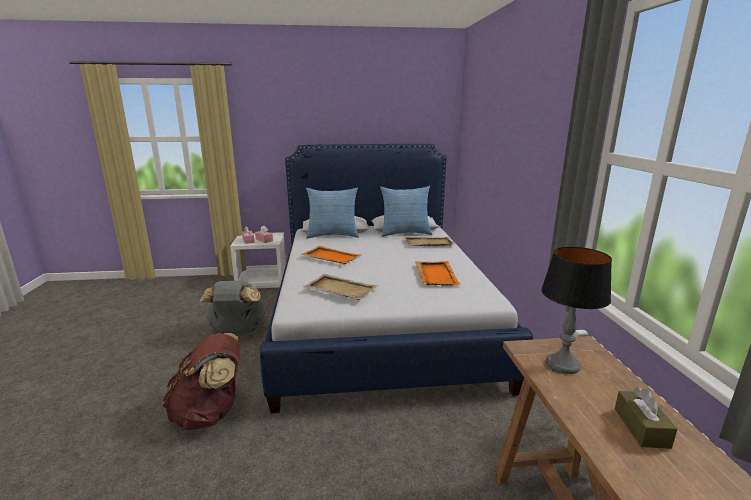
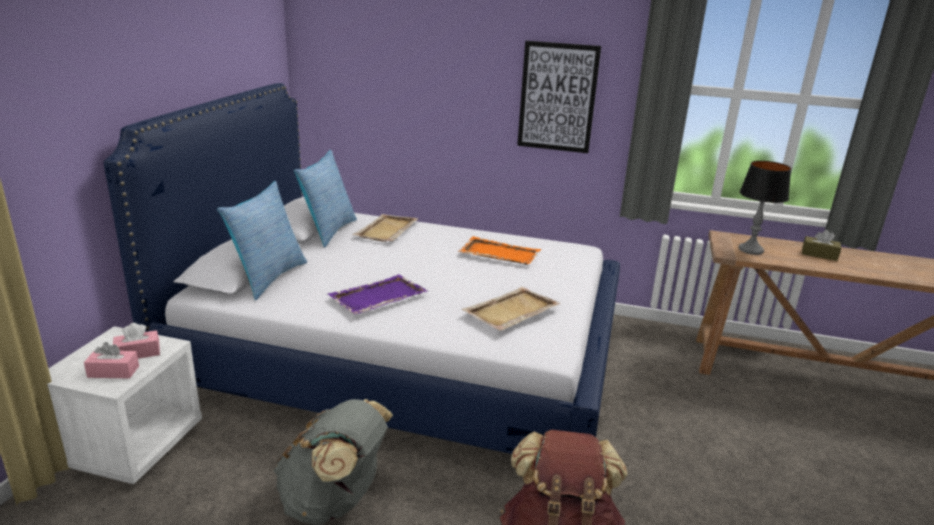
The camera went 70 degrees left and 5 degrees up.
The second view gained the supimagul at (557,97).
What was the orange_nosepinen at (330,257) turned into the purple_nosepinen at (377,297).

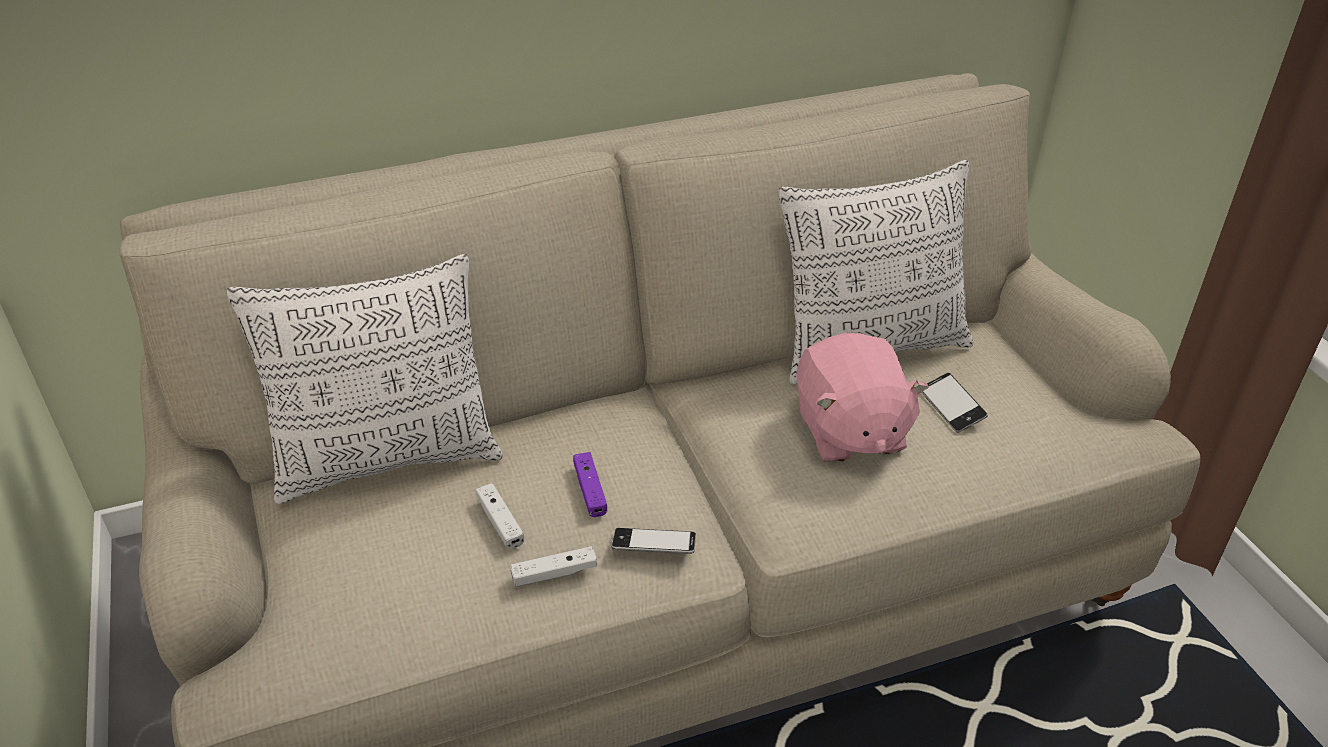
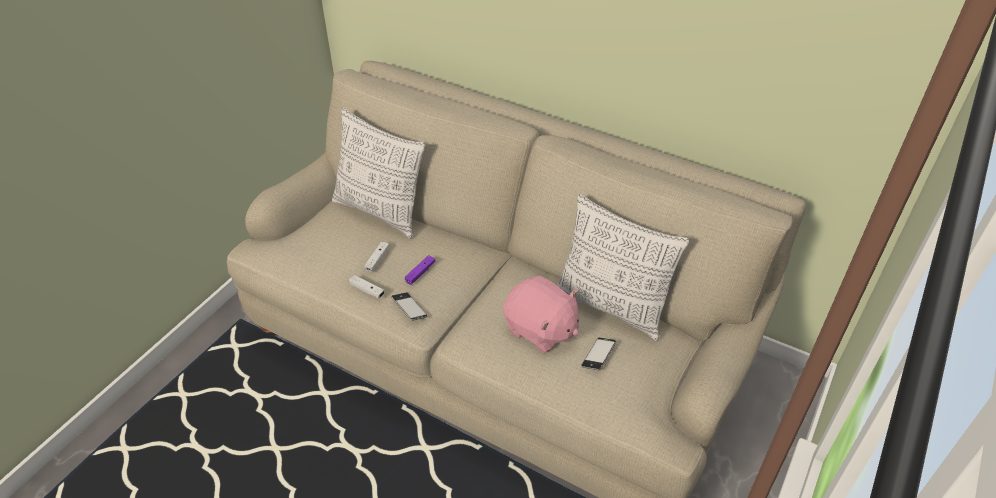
The camera went 50 degrees right and 5 degrees up.
The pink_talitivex at (849,431) ended up facing another way, 90 degrees counterclockwise from before.

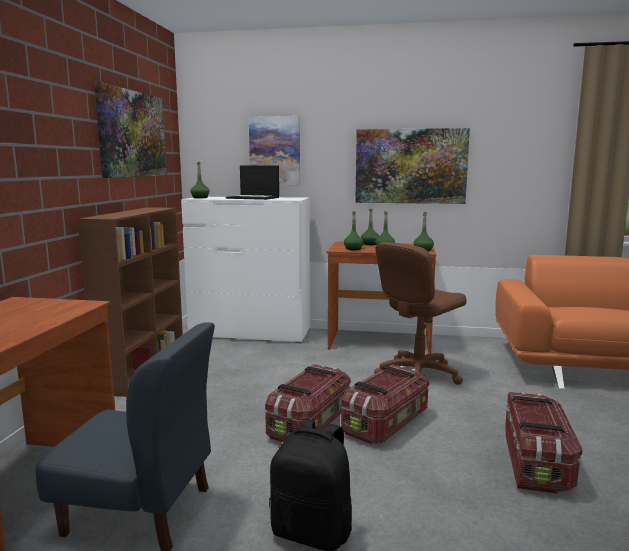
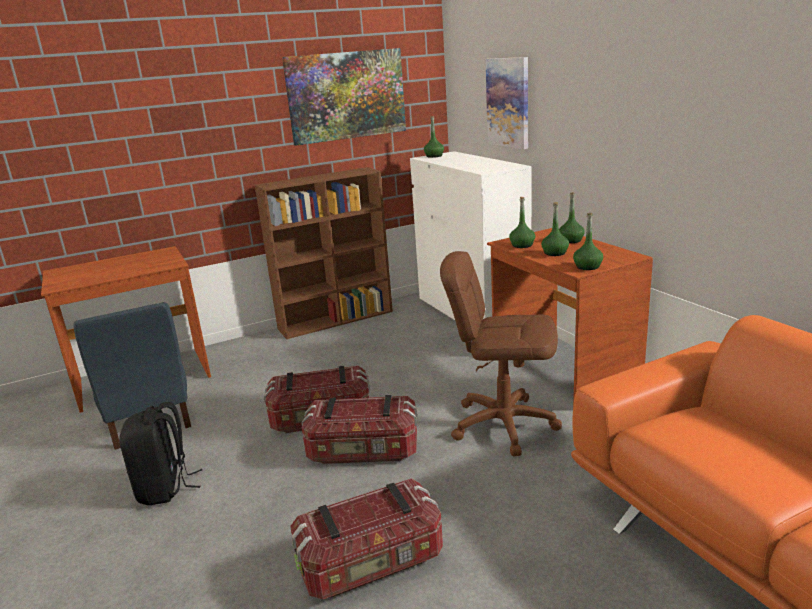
The camera went 55 degrees right and 10 degrees up.
The second view lost the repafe at (253,198).
The second view lost the supimagul at (410,166).

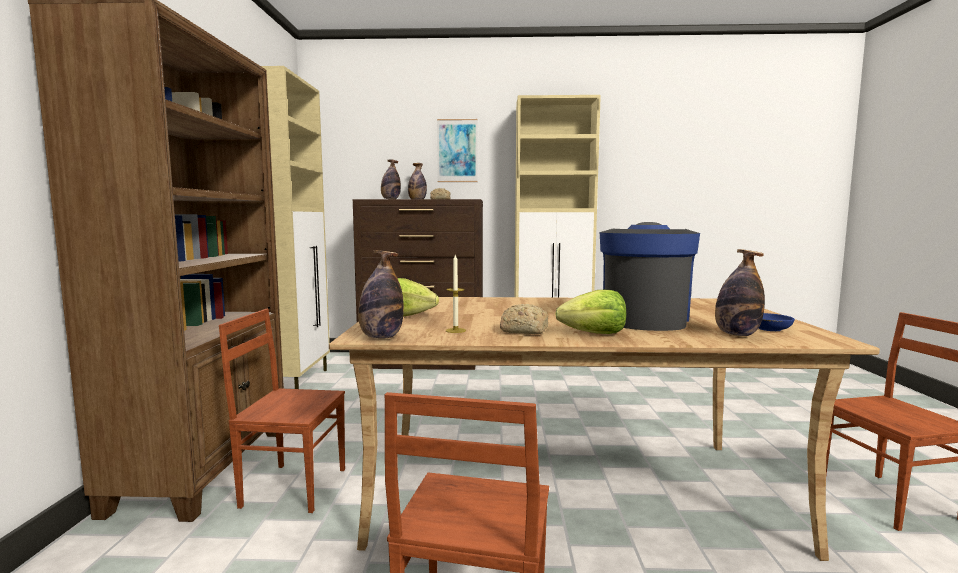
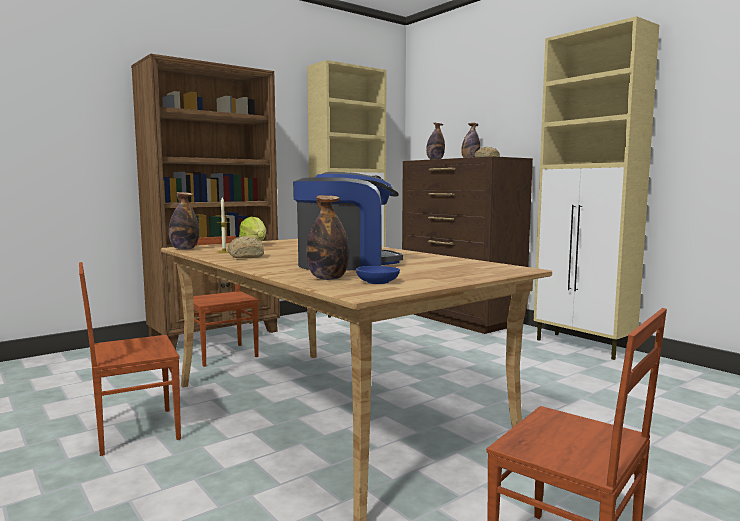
The camera went 50 degrees right and 0 degrees up.
The second view lost the supimagul at (457,151).
The second view lost the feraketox at (594,333).

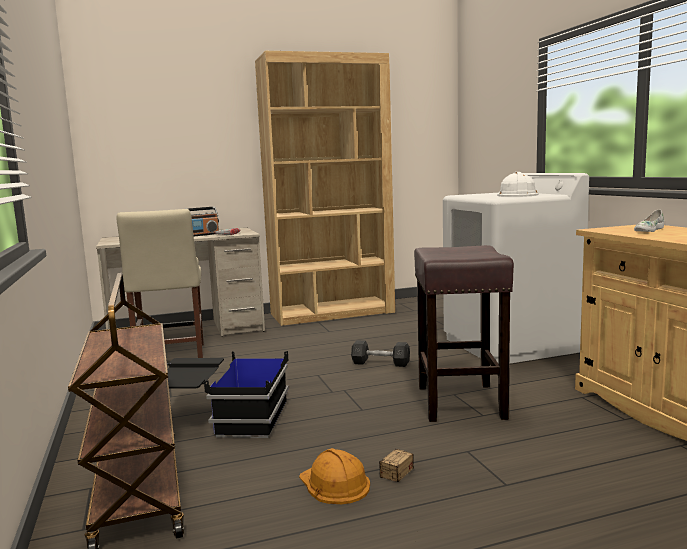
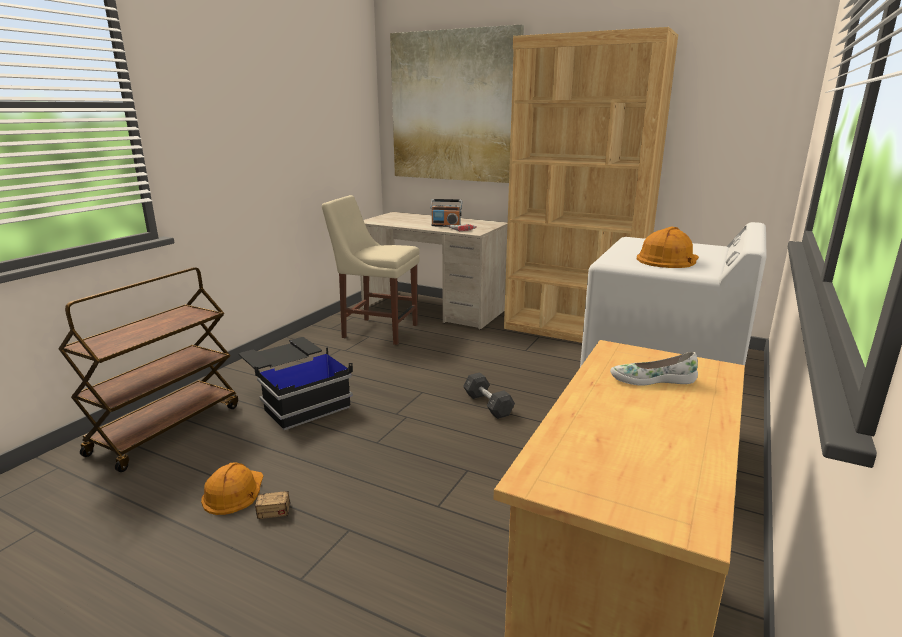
The camera went 45 degrees right and 10 degrees up.
The second view lost the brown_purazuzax at (461,403).
The second view gained the supimagul at (454,107).
What was the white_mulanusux at (515,195) turned into the orange_mulanusux at (668,259).
The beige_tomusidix at (170,358) ended up facing another way, 75 degrees clockwise from before.

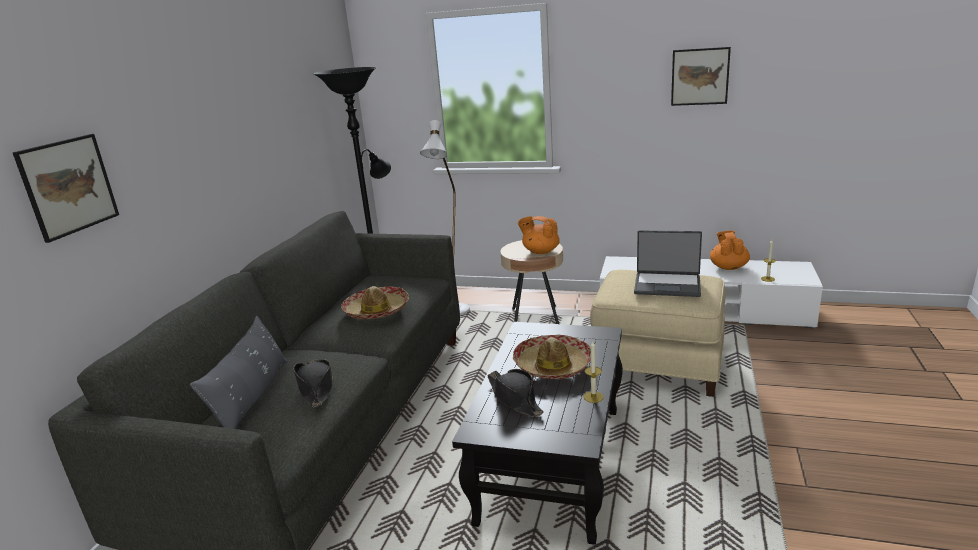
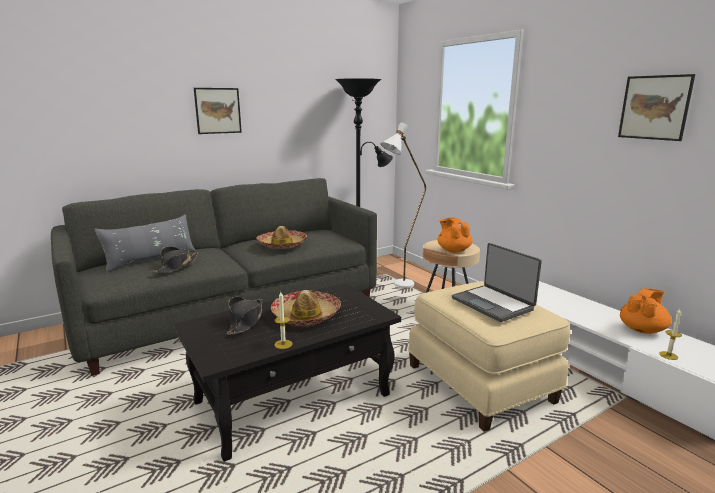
The camera went 40 degrees right and 5 degrees down.
The supimagul ended up elsewhere, having gone from (68,186) to (218,110).

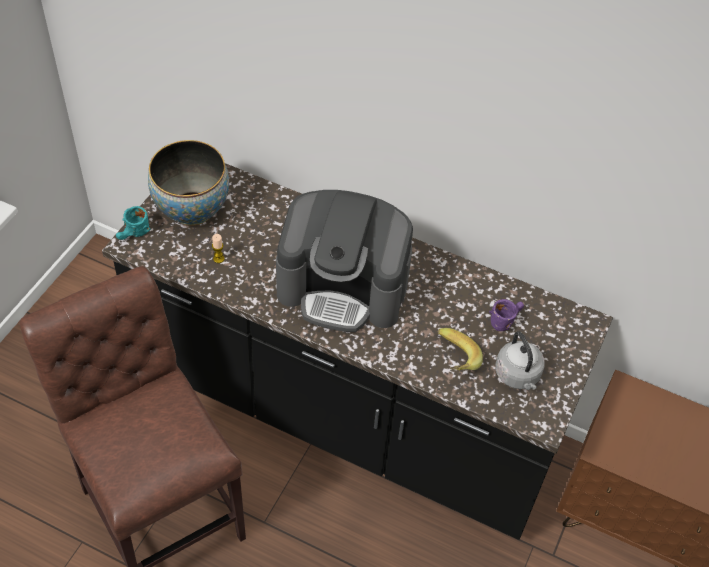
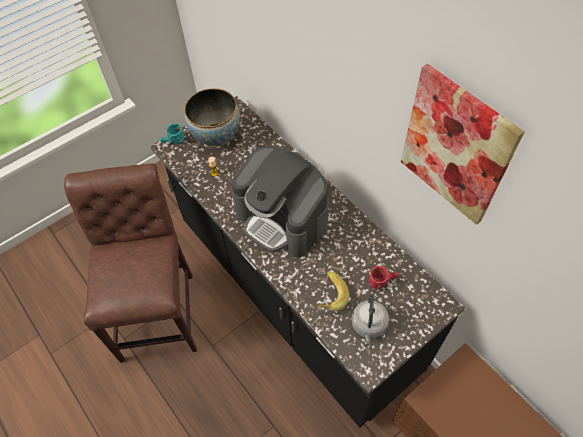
The camera went 30 degrees right and 5 degrees up.
The second view gained the supimagul at (456,147).
What was the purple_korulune at (505,319) turned into the red_korulune at (381,280).

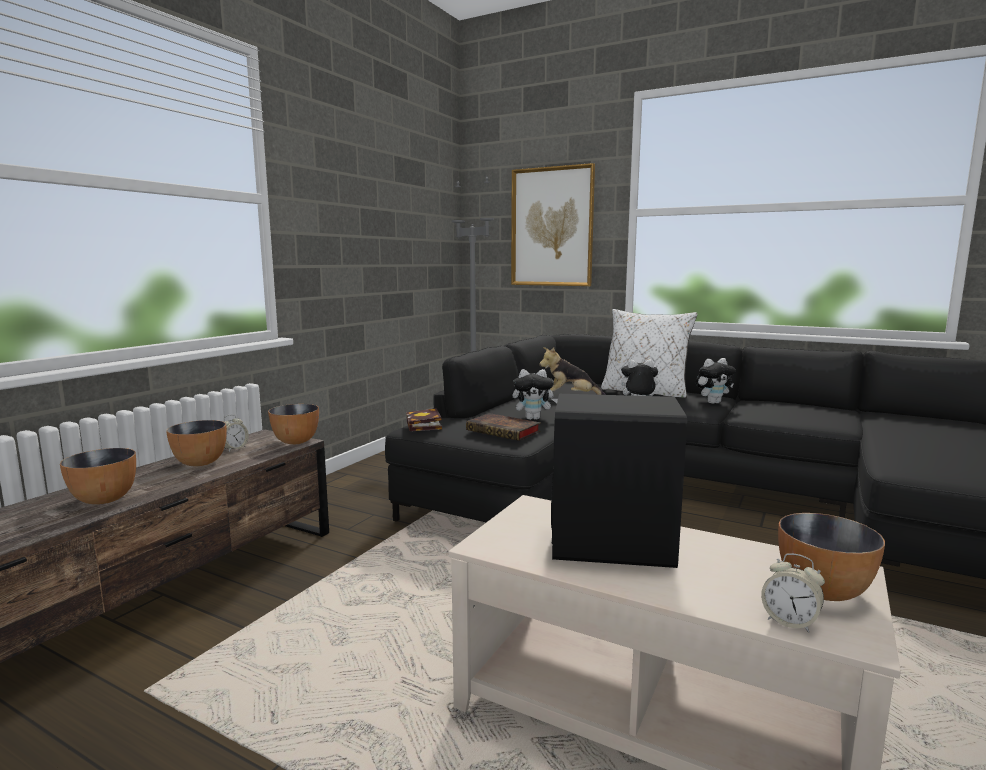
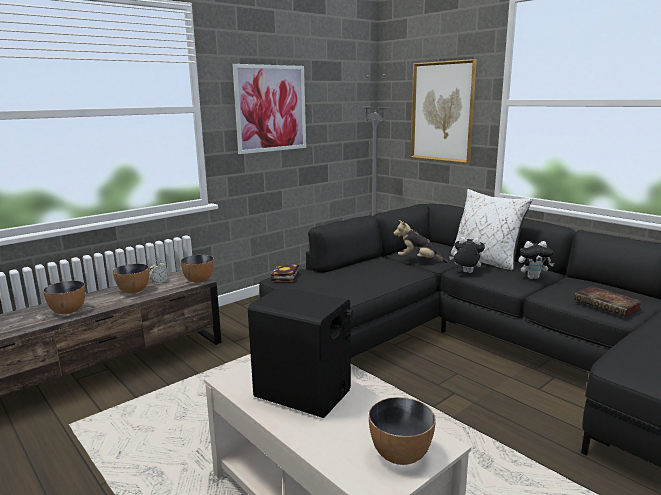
The camera went 20 degrees right and 5 degrees up.
The second view lost the talitivex at (533,418).
The second view lost the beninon at (790,621).
The second view gained the supimagul at (271,108).
The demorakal ended up elsewhere, having gone from (505,431) to (609,304).

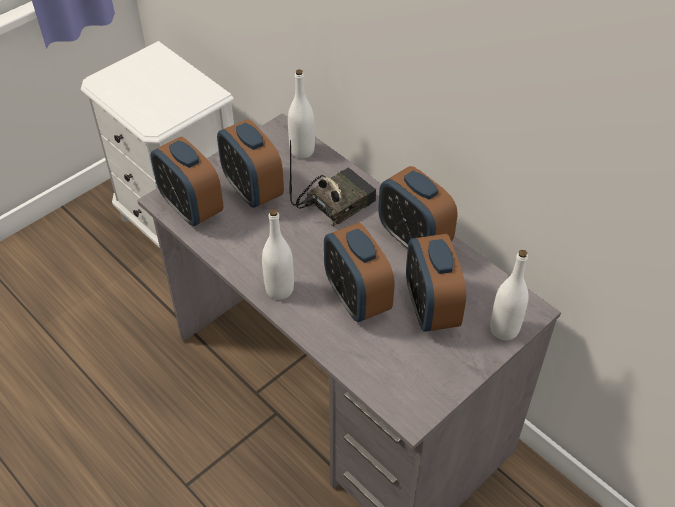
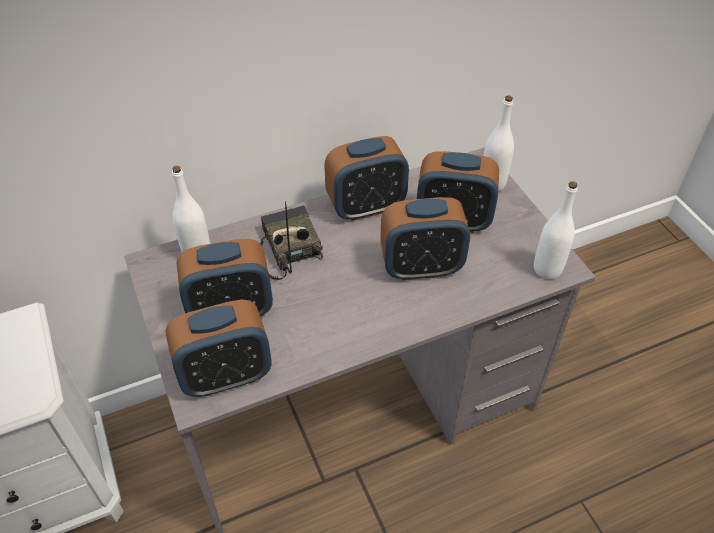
The camera went 70 degrees left and 0 degrees up.
The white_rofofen ended up elsewhere, having gone from (279,289) to (547,269).

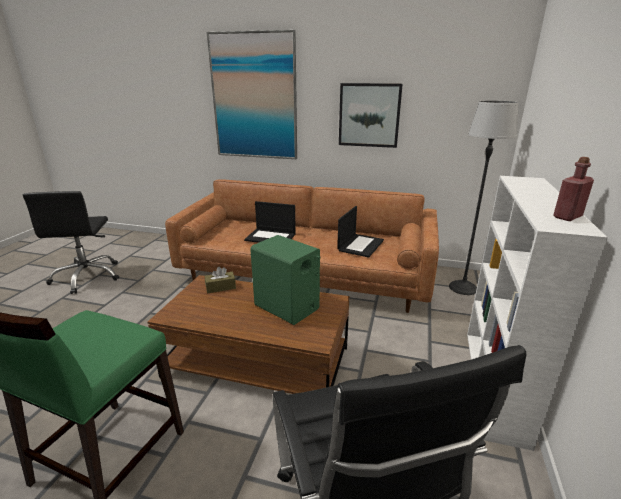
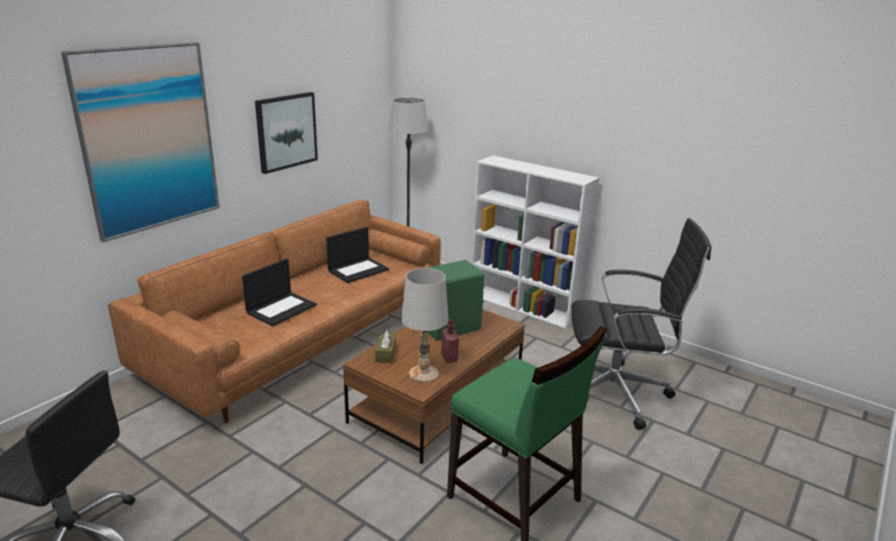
The camera went 70 degrees left and 0 degrees up.
The second view gained the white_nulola at (424,374).
The red_rofofen ended up elsewhere, having gone from (567,217) to (449,357).
The repafe at (360,245) ended up facing another way, 90 degrees clockwise from before.

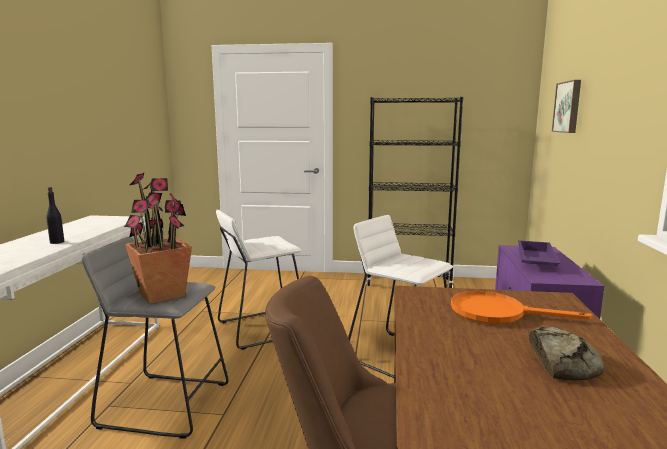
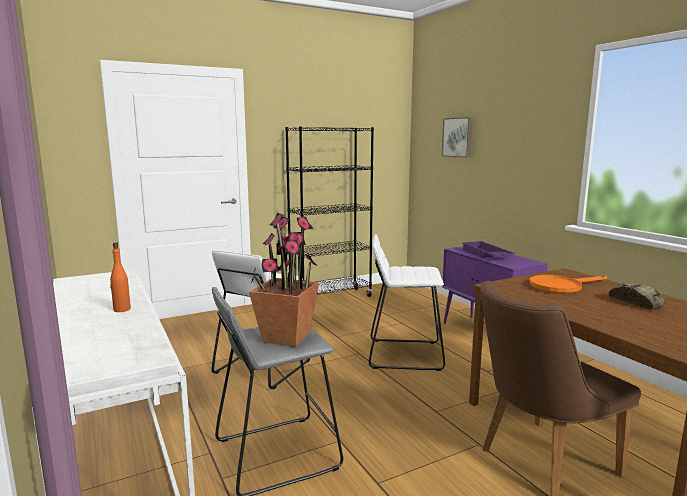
The camera went 35 degrees left and 0 degrees up.
What was the black_rofofen at (57,242) turned into the orange_rofofen at (122,309).

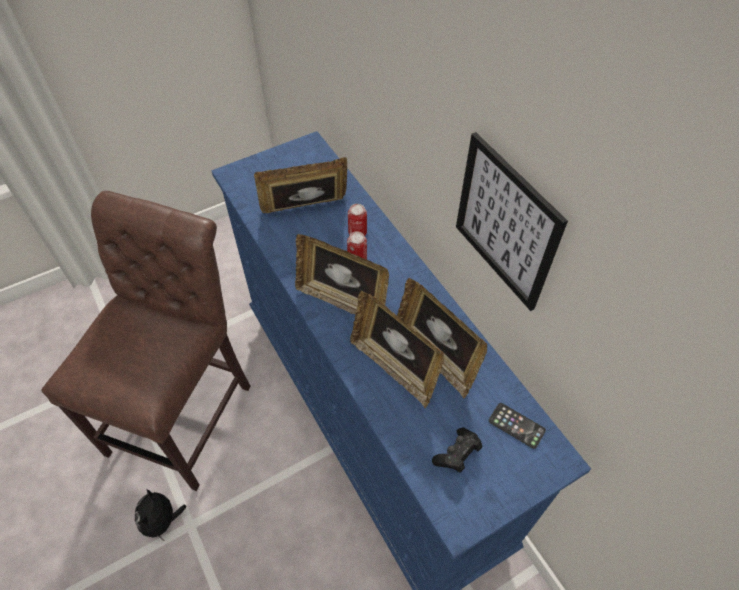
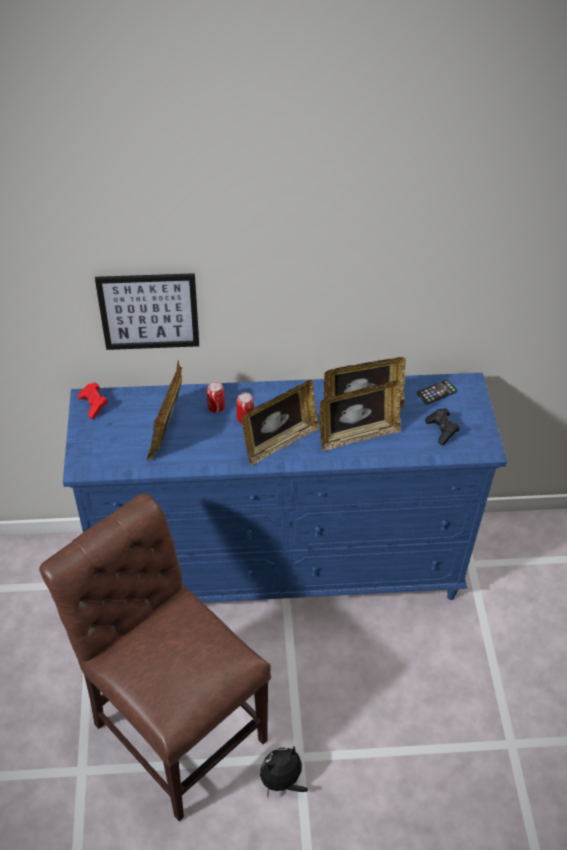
The camera went 65 degrees left and 5 degrees down.
The second view gained the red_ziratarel at (94,405).
The supimagul ended up elsewhere, having gone from (506,223) to (149,311).
The talitivex at (163,521) ended up facing another way, 120 degrees clockwise from before.

